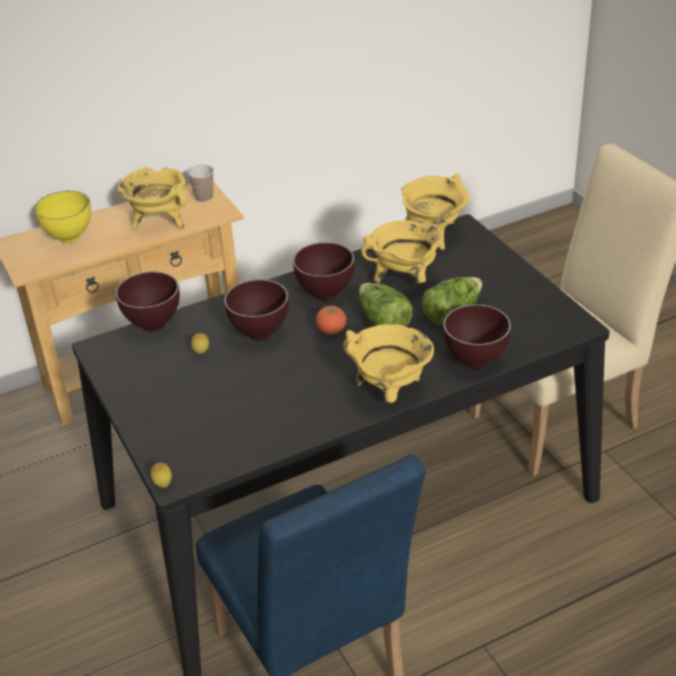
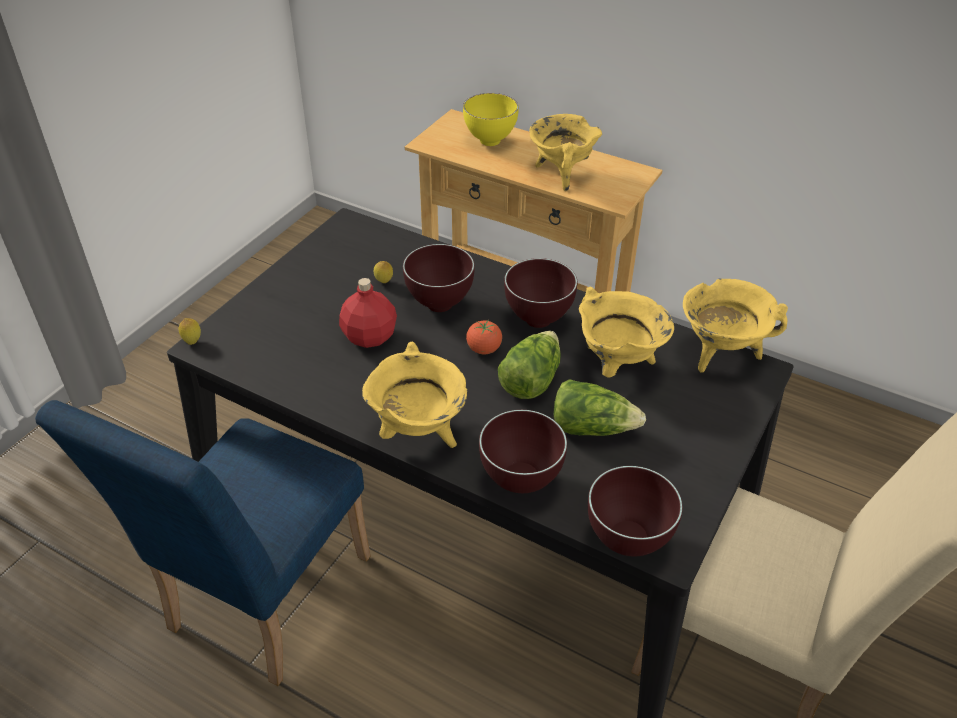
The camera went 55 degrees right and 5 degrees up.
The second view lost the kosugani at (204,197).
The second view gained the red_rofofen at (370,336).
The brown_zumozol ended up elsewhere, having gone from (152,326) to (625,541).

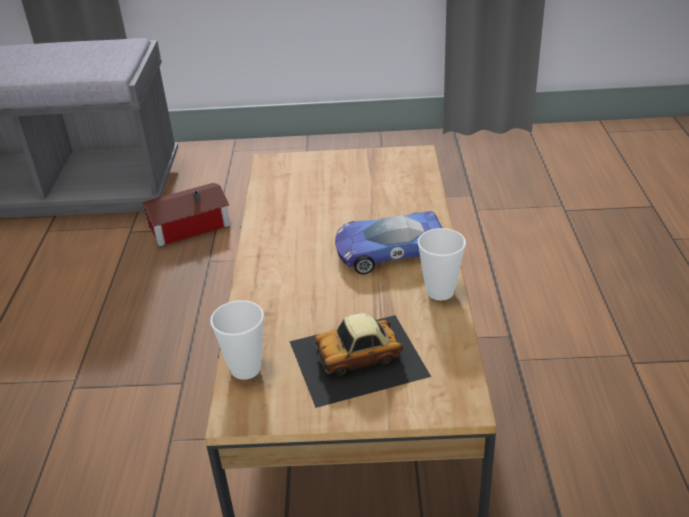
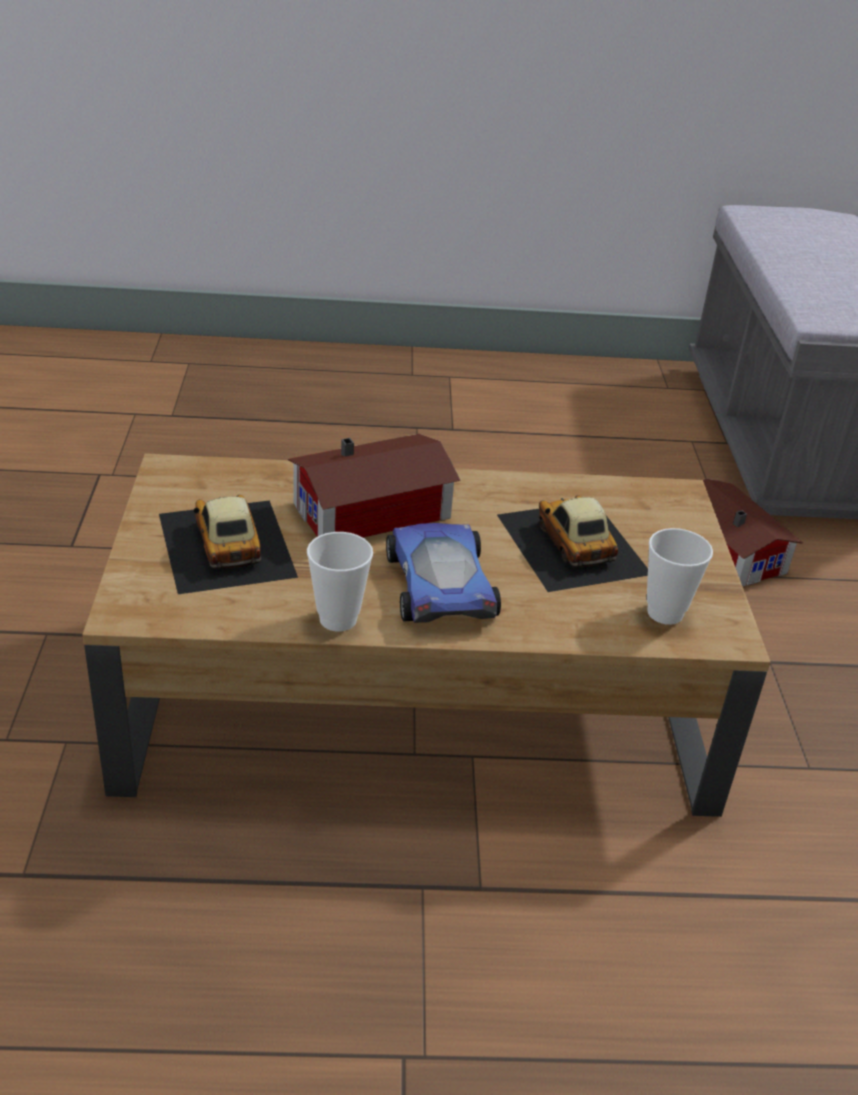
The camera went 85 degrees right and 0 degrees up.
The second view gained the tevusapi at (377,511).
The second view gained the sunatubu at (572,544).
The kosugani ended up elsewhere, having gone from (245,369) to (665,613).

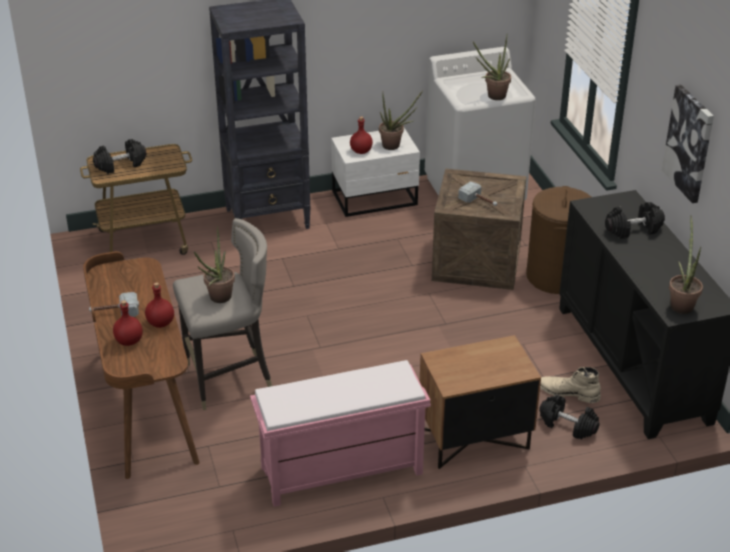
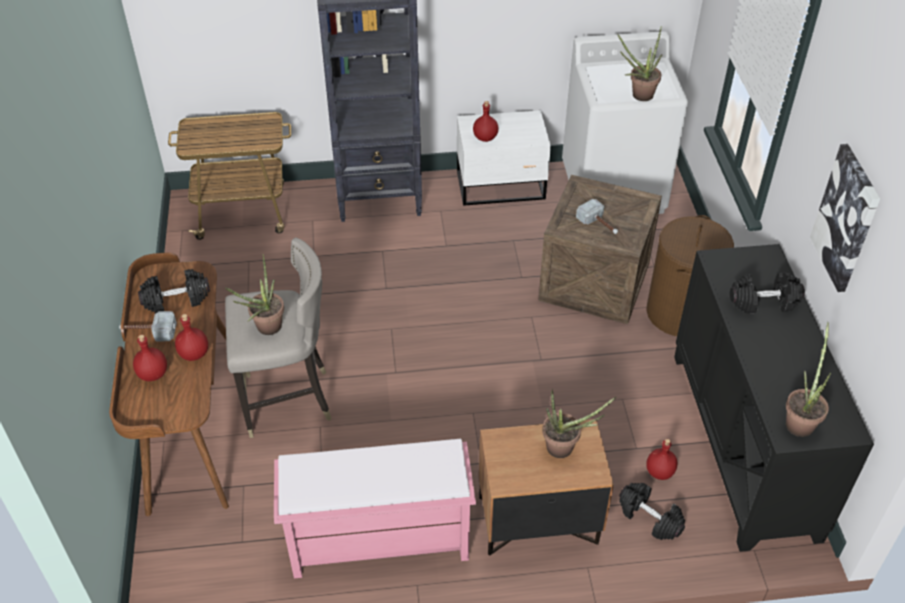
The camera went 10 degrees right and 10 degrees up.
The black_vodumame ended up elsewhere, having gone from (120,165) to (176,300).
The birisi ended up elsewhere, having gone from (395,146) to (565,449).
Where the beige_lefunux stood at (568,392), the red_rofofen came to stand at (660,472).

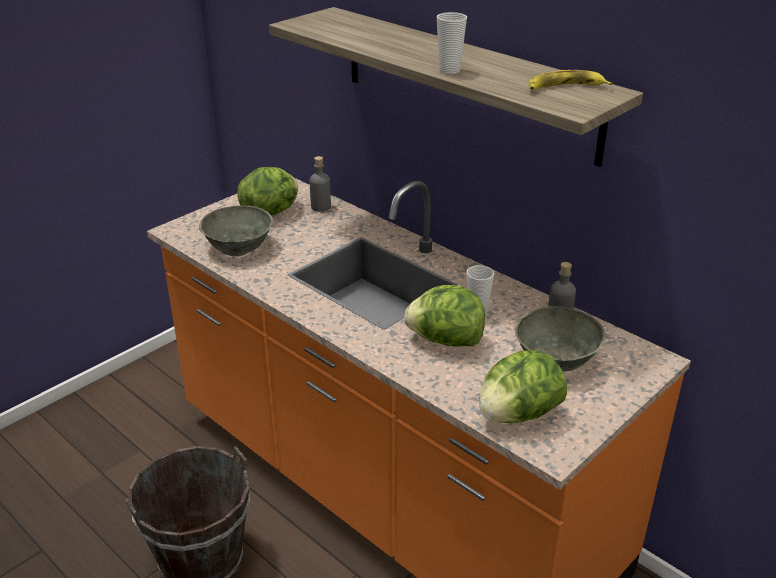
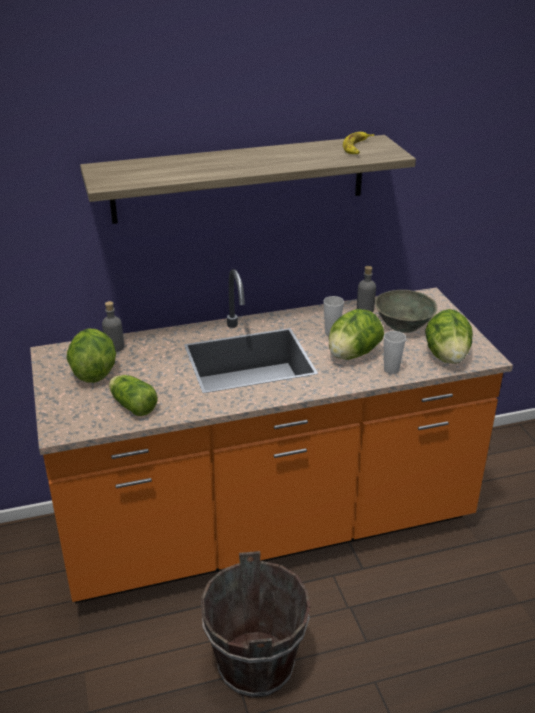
The camera went 60 degrees left and 0 degrees up.
The kosugani ended up elsewhere, having gone from (449,71) to (391,370).
Where the grey_zumozol stood at (237,247), the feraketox came to stand at (132,405).

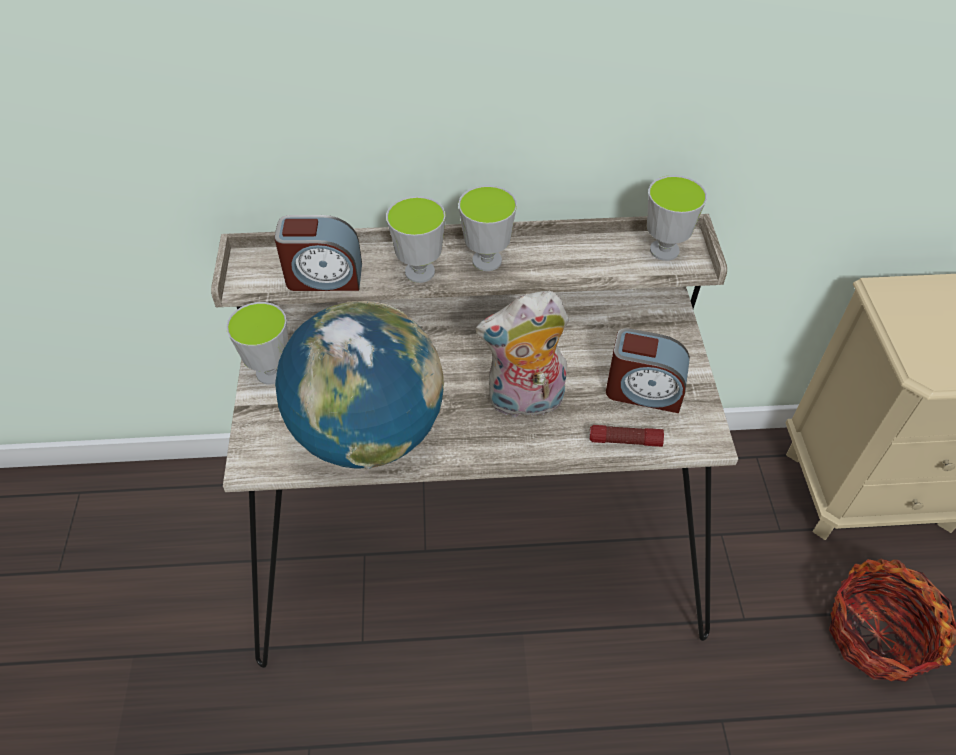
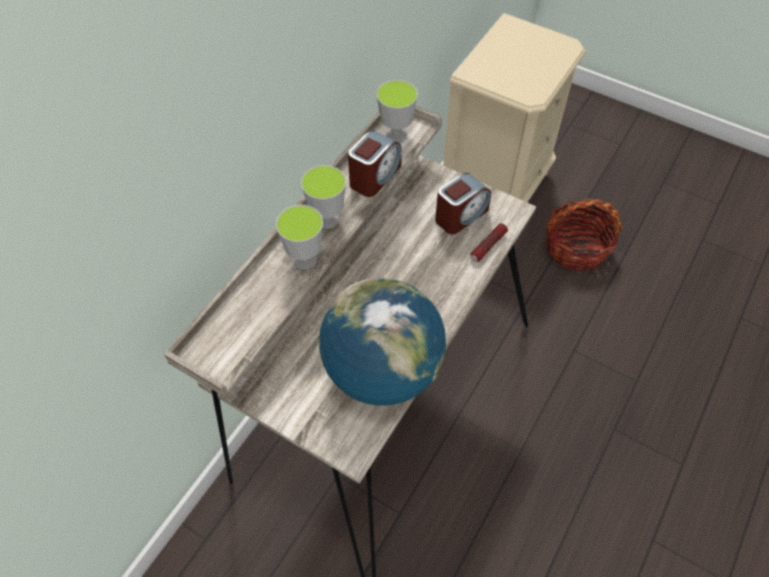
The camera went 55 degrees left and 5 degrees up.
The second view lost the kosugani at (271,372).
The second view lost the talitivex at (524,402).
The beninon ended up elsewhere, having gone from (324,277) to (374,176).

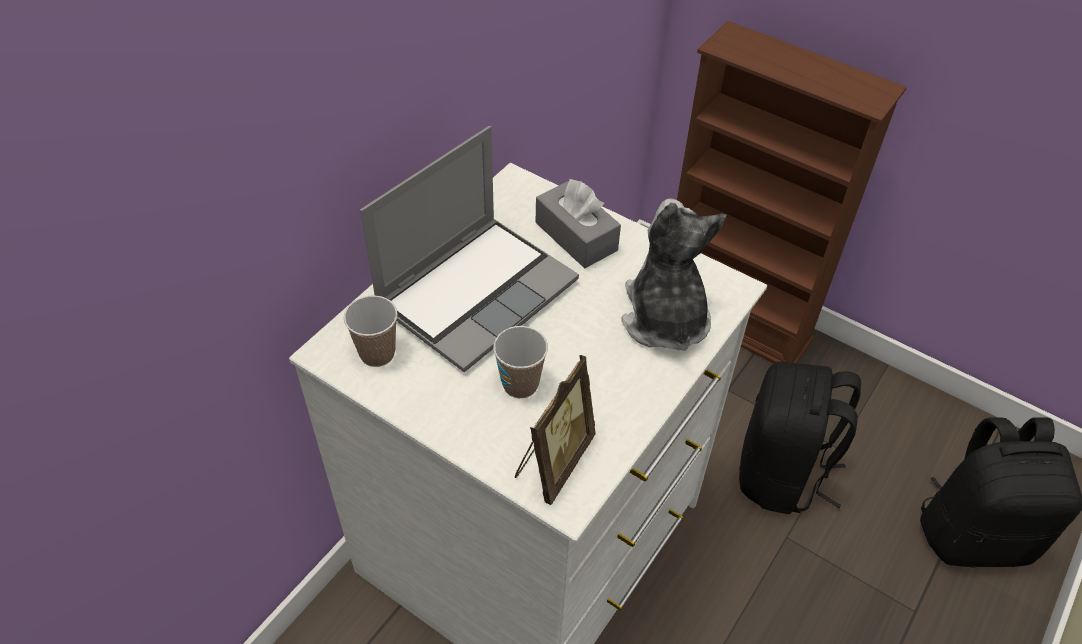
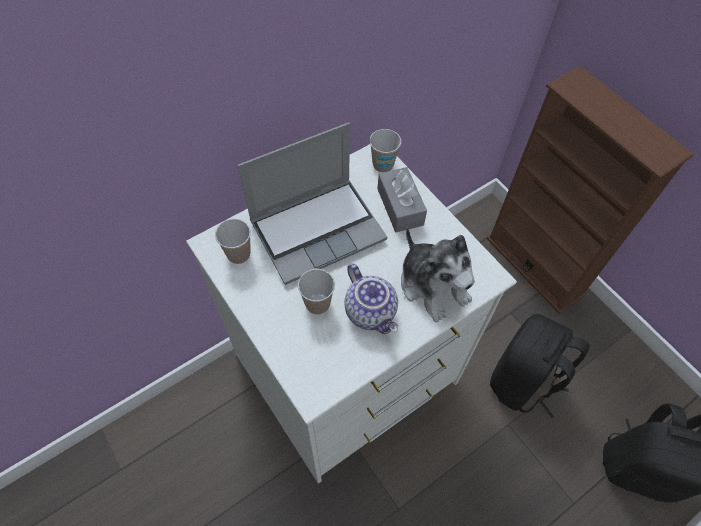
The camera went 20 degrees right and 10 degrees up.
The second view lost the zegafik at (552,462).
The second view gained the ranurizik at (371,312).
The second view gained the kosugani at (383,164).
The talitivex at (664,318) ended up facing another way, 135 degrees clockwise from before.

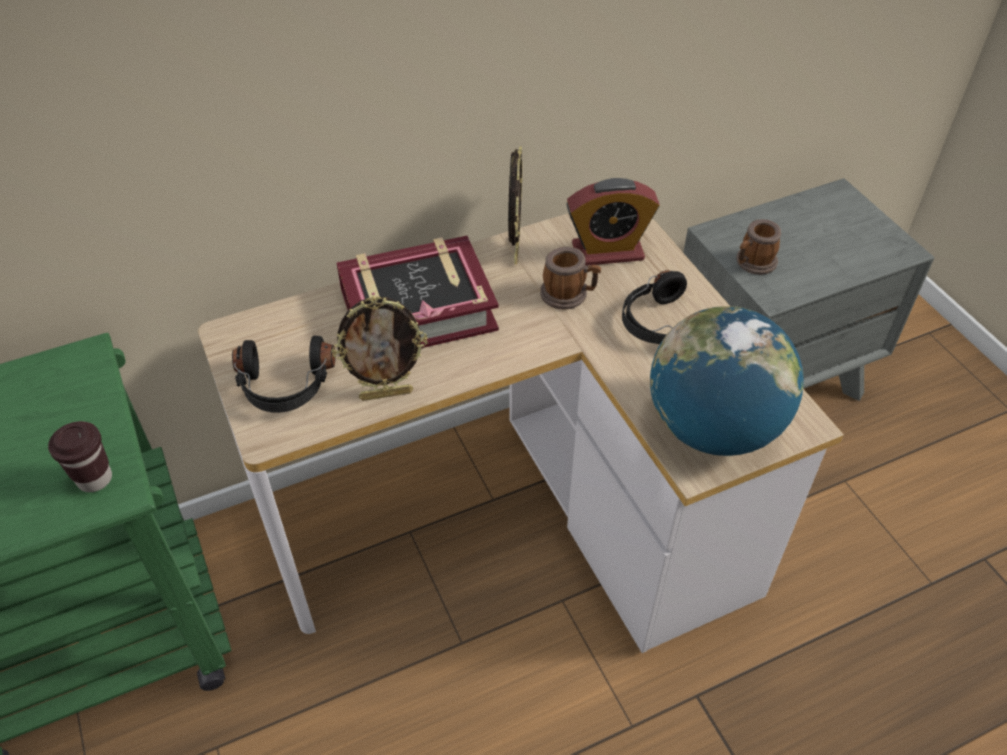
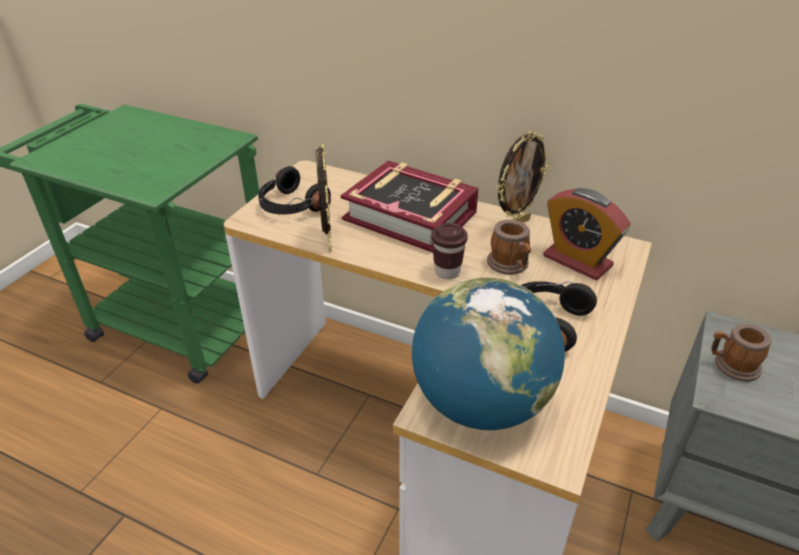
The camera went 50 degrees right and 10 degrees down.
The brown_kosugani ended up elsewhere, having gone from (94,479) to (447,272).
The zegafik at (386,394) ended up facing another way, 135 degrees counterclockwise from before.

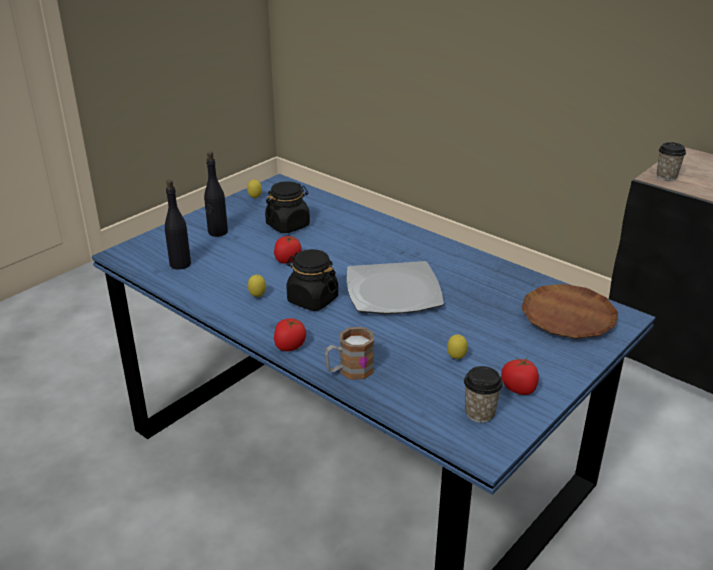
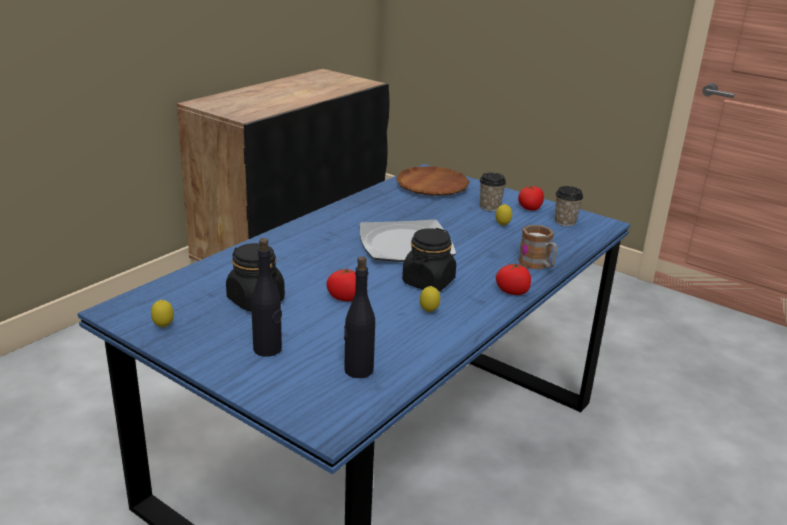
The camera went 95 degrees left and 5 degrees down.
The kosugani ended up elsewhere, having gone from (666,176) to (490,207).

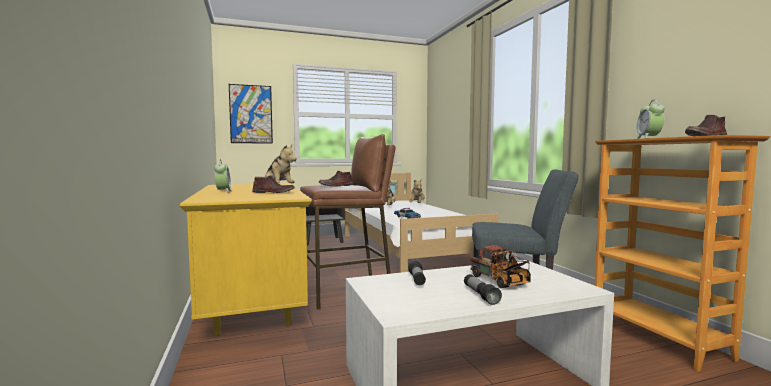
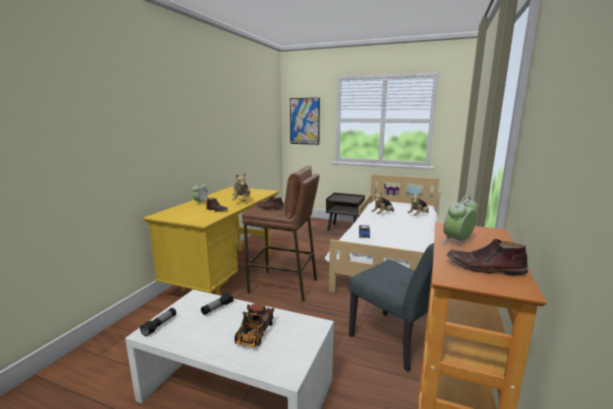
The camera went 40 degrees right and 10 degrees up.
The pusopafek ended up elsewhere, having gone from (480,295) to (160,325).

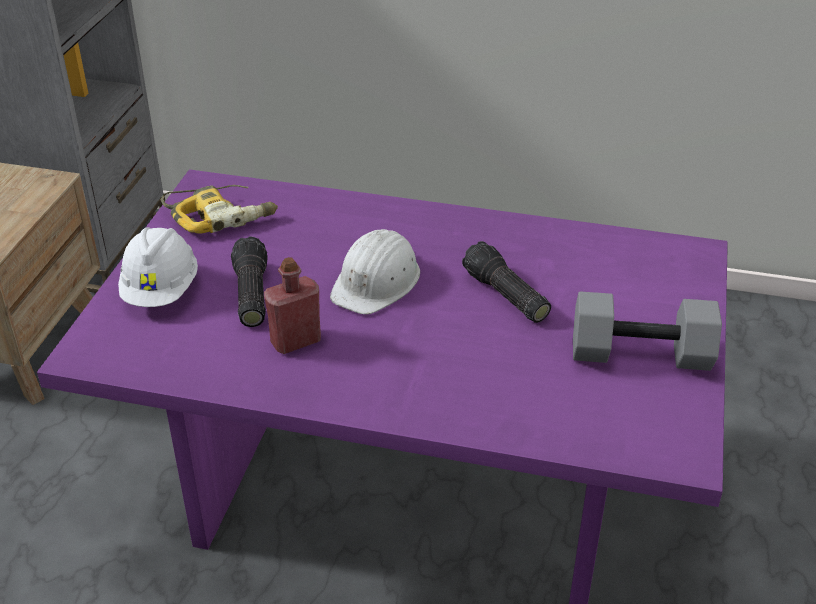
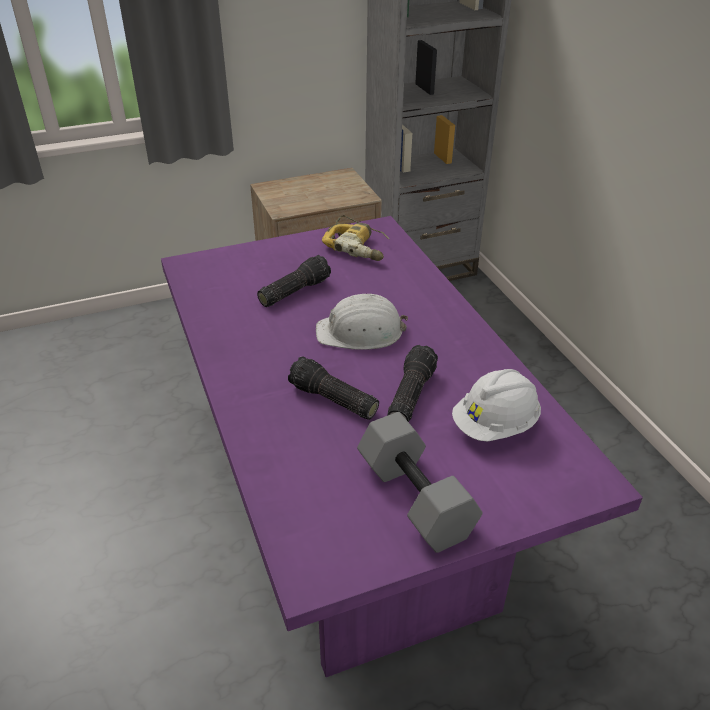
The camera went 55 degrees right and 0 degrees up.
The second view lost the red_rofofen at (295,341).
The second view gained the pusopafek at (332,400).
The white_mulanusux ended up elsewhere, having gone from (161,290) to (495,425).

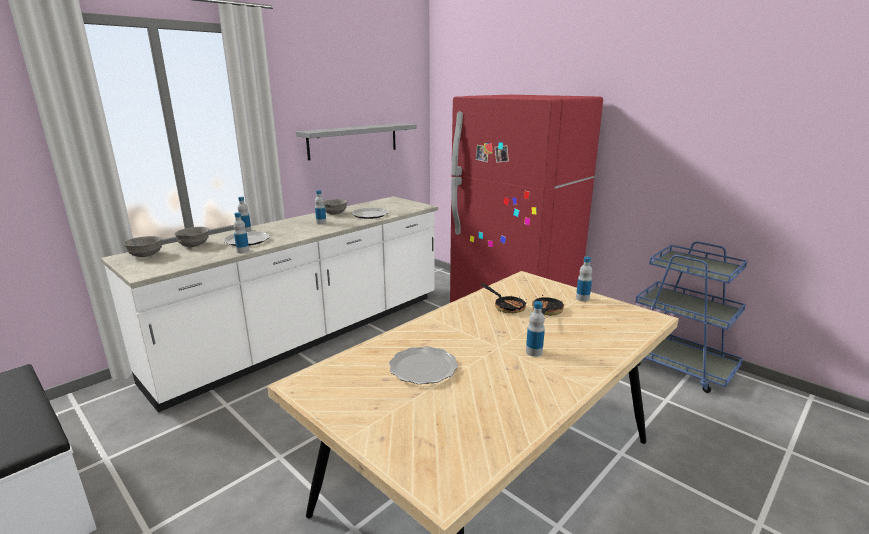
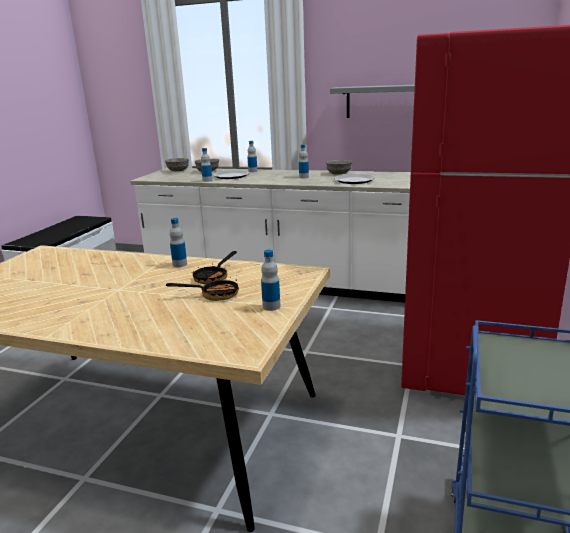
The camera went 65 degrees right and 0 degrees up.
The second view lost the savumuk at (423,368).
The rofofen ended up elsewhere, having gone from (534,352) to (180,264).

